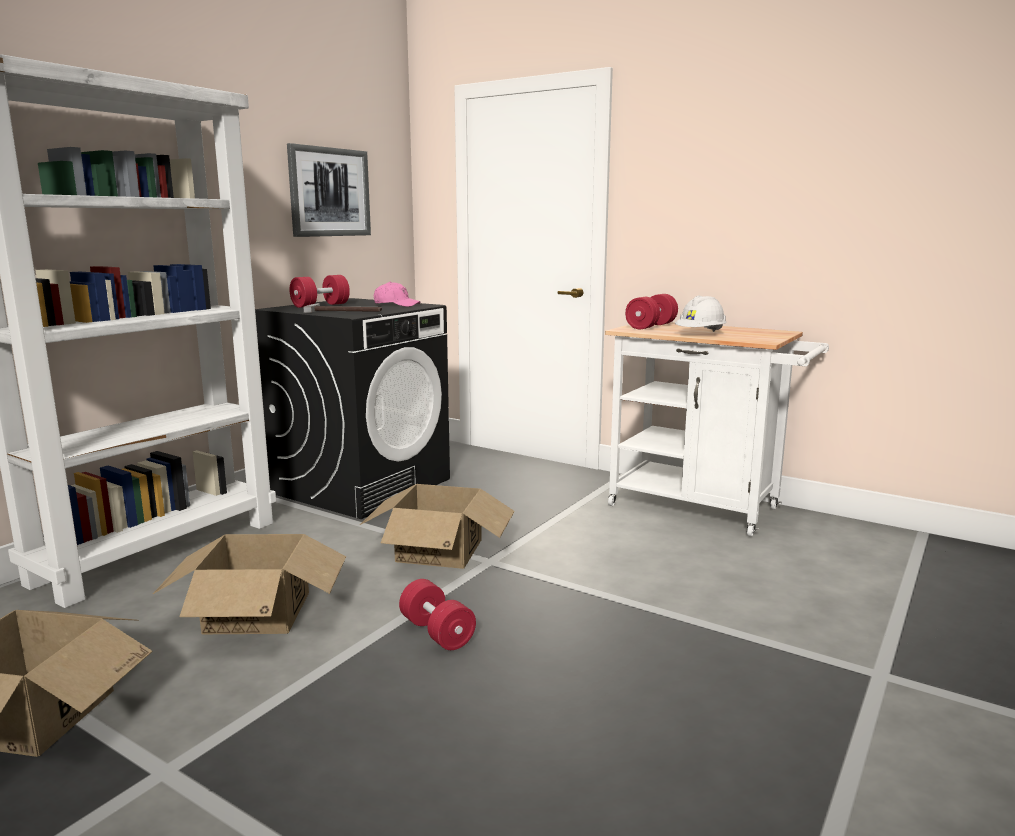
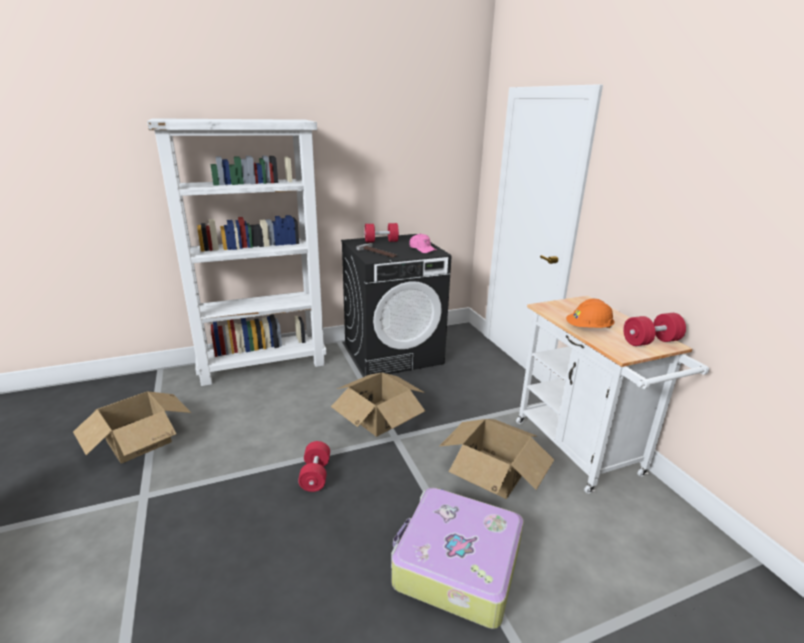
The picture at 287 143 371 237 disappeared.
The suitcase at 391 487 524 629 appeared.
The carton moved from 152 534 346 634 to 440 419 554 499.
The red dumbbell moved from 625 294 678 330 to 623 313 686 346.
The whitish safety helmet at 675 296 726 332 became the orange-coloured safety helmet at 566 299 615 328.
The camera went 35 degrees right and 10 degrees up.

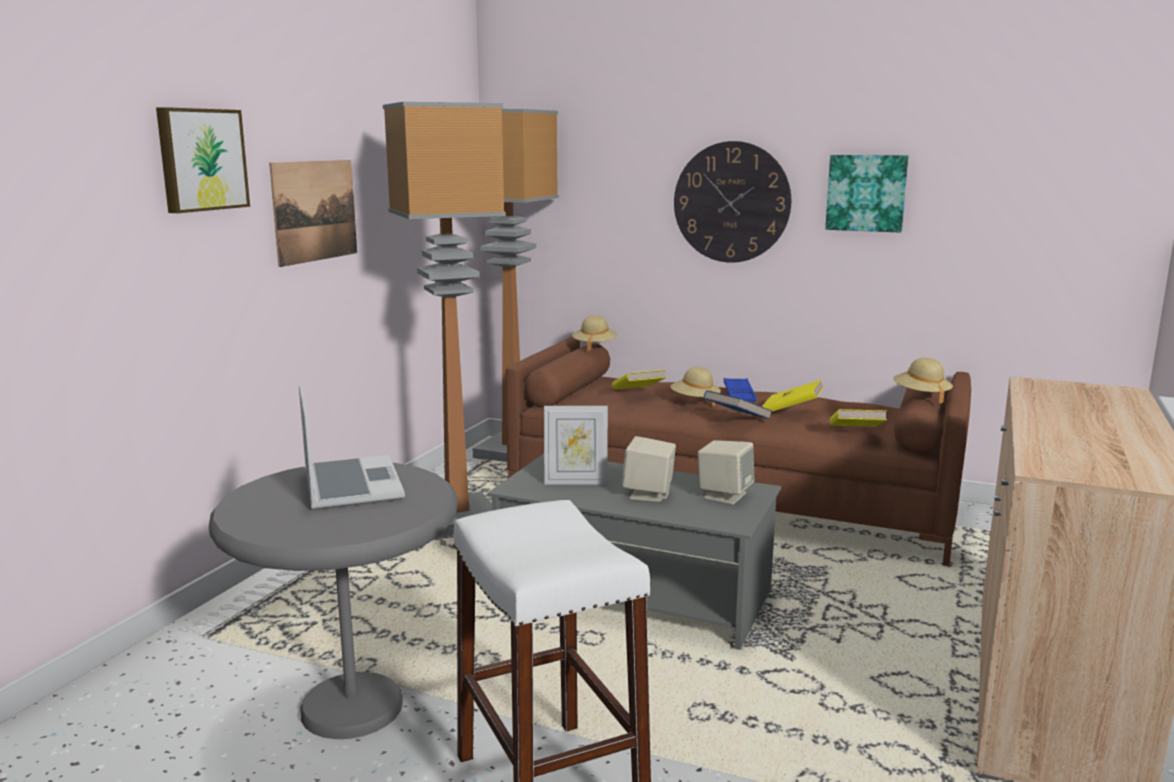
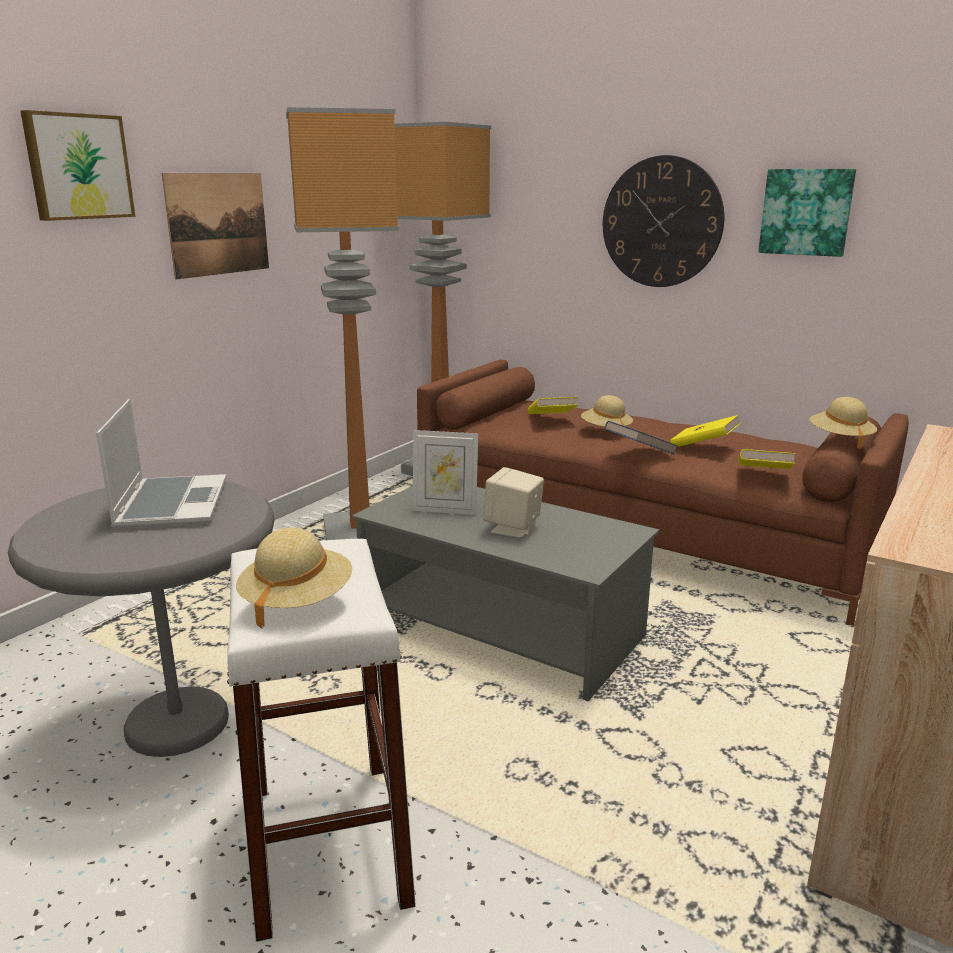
The beige speaker at 698 440 754 505 disappeared.
The bluish tray at 724 378 756 402 disappeared.
The beige hat moved from 573 315 617 351 to 236 527 352 629.
The camera went 10 degrees right and 5 degrees up.

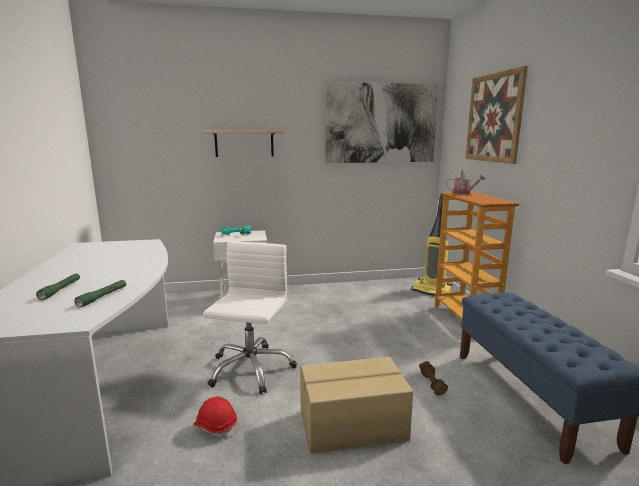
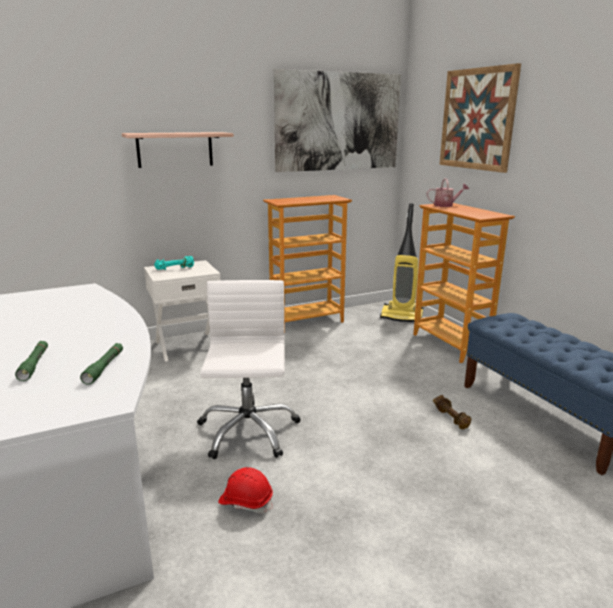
The carton at 300 357 413 454 disappeared.
The bookcase at 263 195 352 333 appeared.
The camera went 15 degrees left and 5 degrees up.

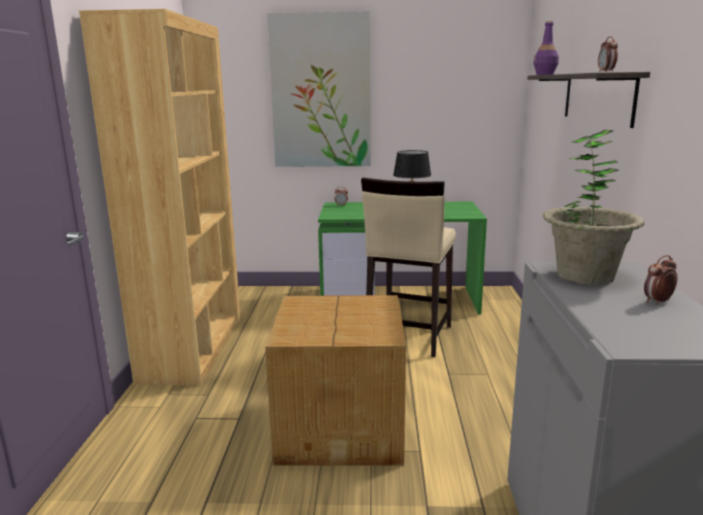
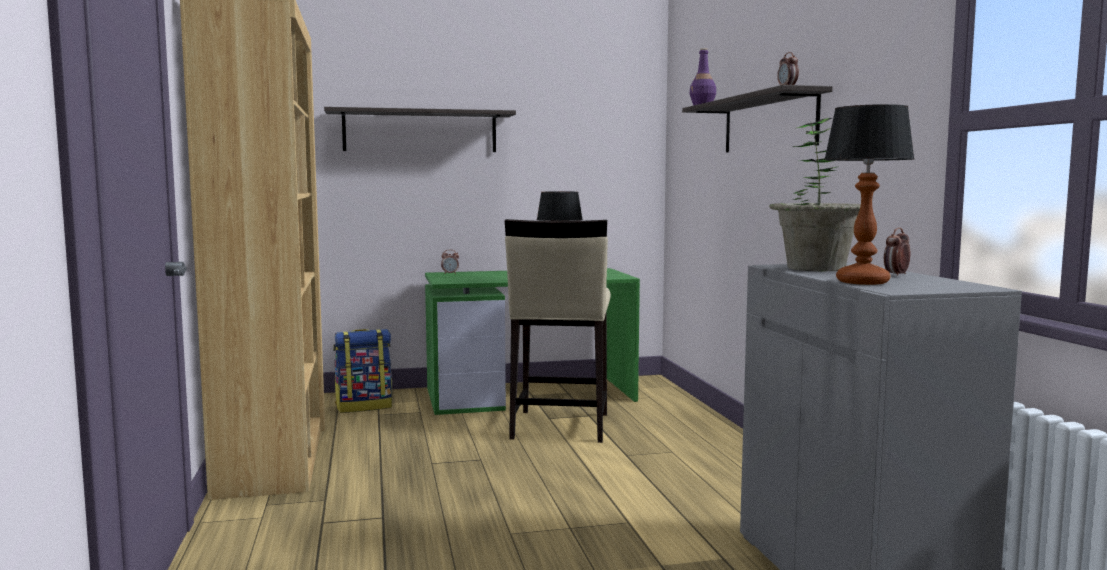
The carton at 265 295 406 466 disappeared.
The rucksack at 333 329 392 413 appeared.
The tabletop lamp at 824 104 915 285 appeared.
The picture at 267 11 370 167 was replaced by the bracket shelf at 324 107 516 152.
The camera went 15 degrees left and 10 degrees down.

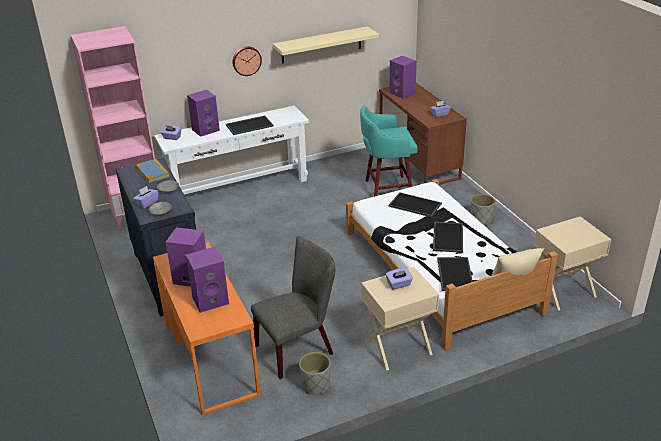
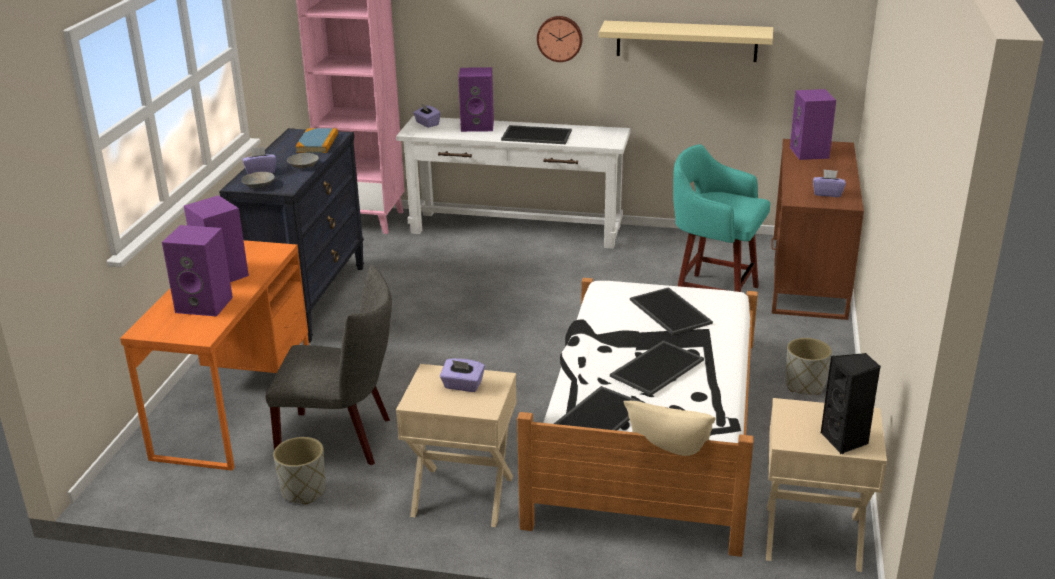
The black-coloured speaker at 821 353 881 454 appeared.
The camera went 35 degrees right and 5 degrees down.

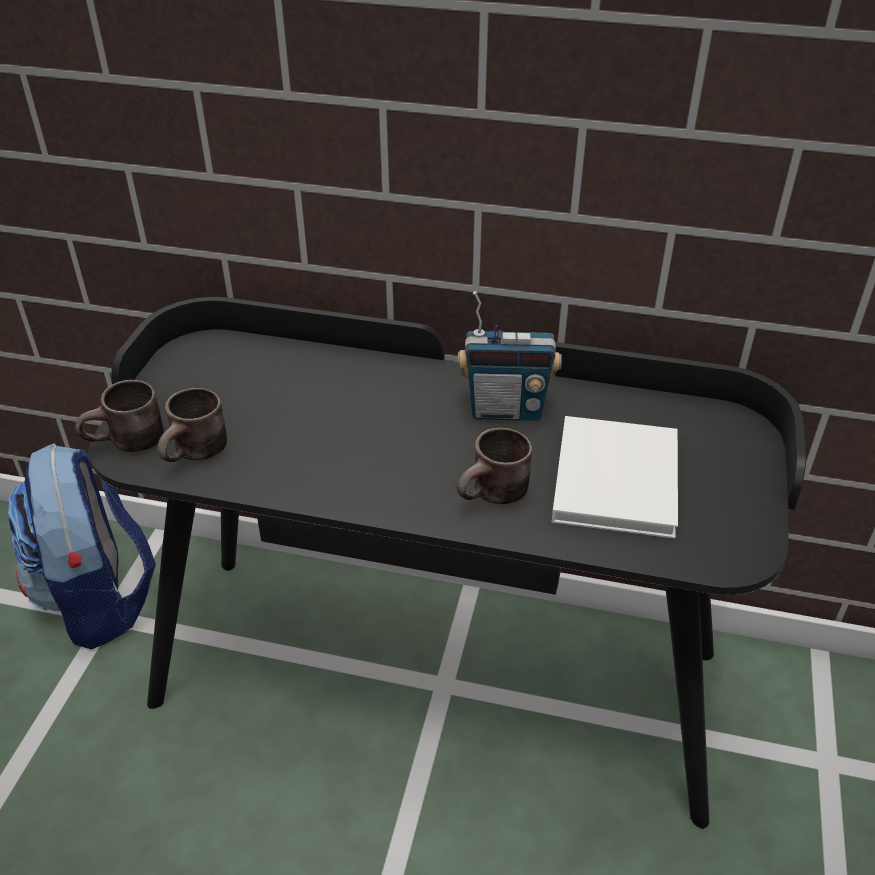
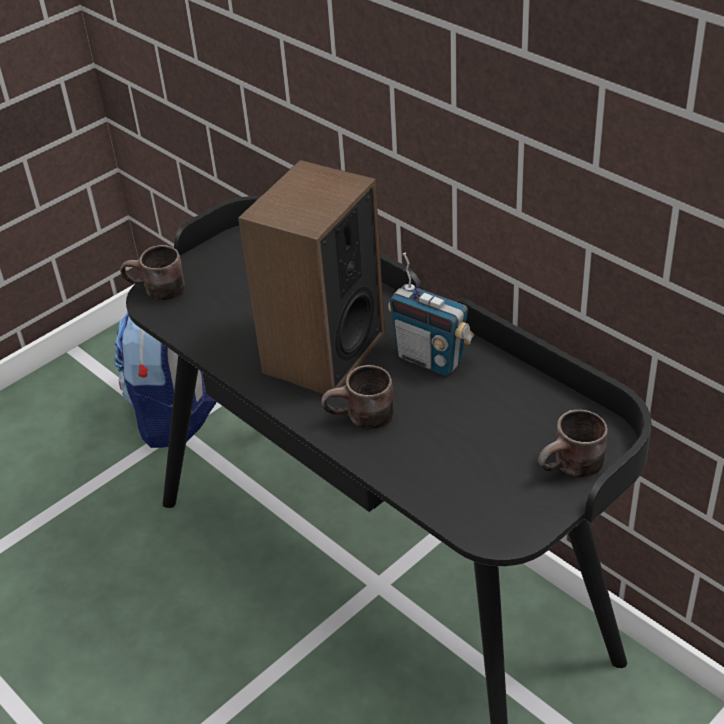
The whitish volume at 551 416 678 539 disappeared.
The speaker at 238 160 385 394 appeared.
The brownish tea mug moved from 157 388 227 462 to 538 410 608 477.
The camera went 35 degrees right and 0 degrees up.

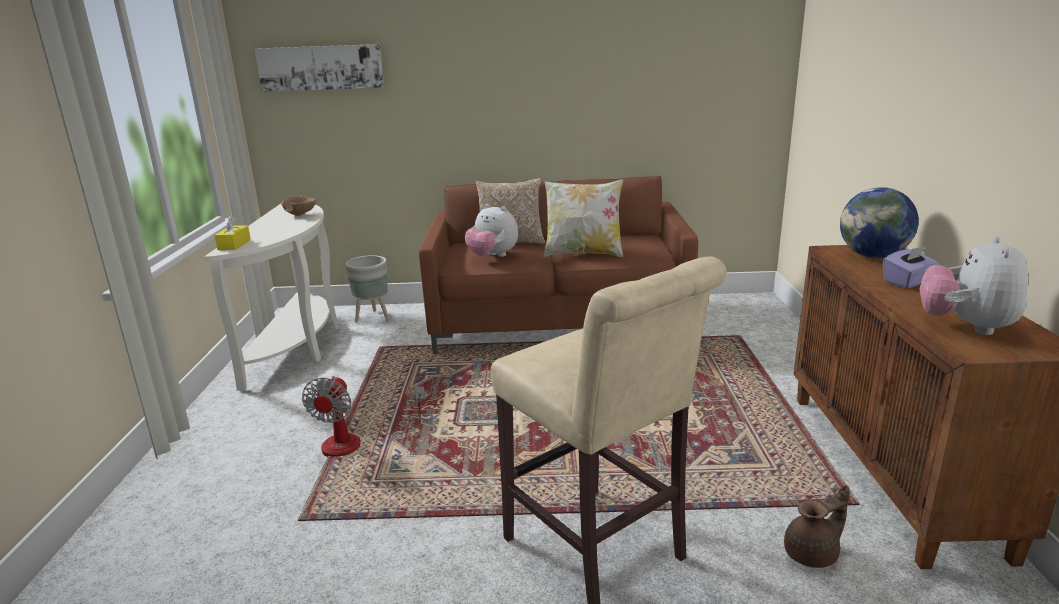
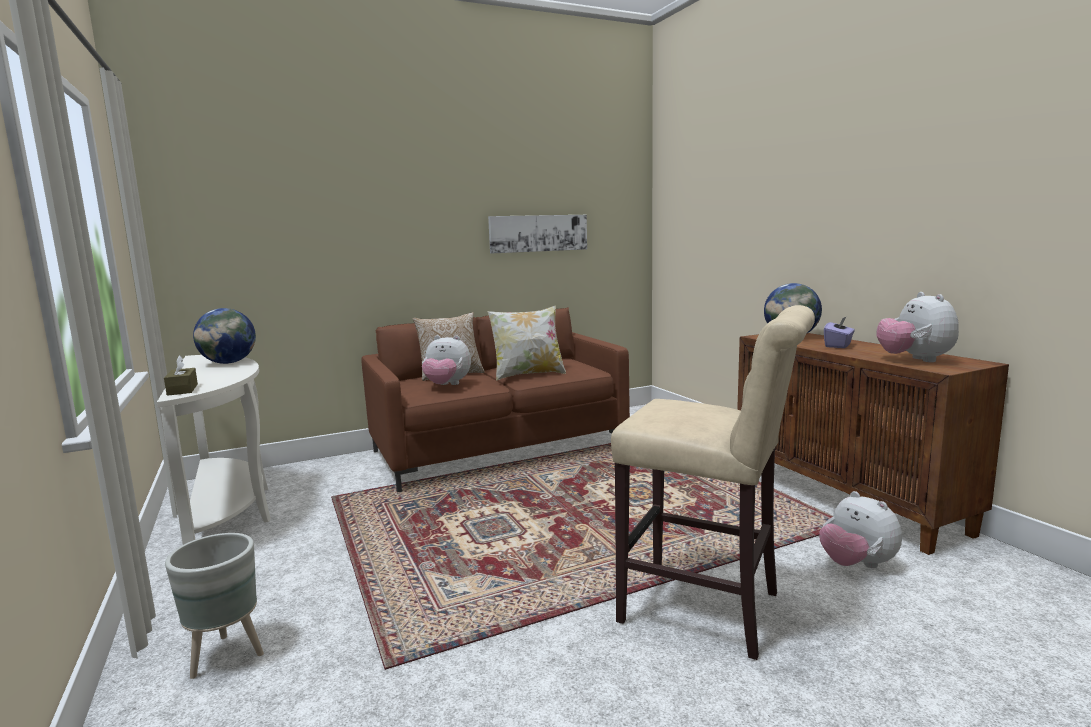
The electric fan at 302 376 425 457 disappeared.
The picture moved from 255 44 384 92 to 488 215 587 254.
The greyish flower pot moved from 345 255 389 323 to 165 533 264 679.
The brownish serving bowl at 281 196 316 216 was replaced by the globe at 193 308 256 364.
The brownish tea pot at 784 485 850 568 was replaced by the cuddly toy at 820 491 902 568.
The yellow-coloured tissue holder at 214 215 251 250 became the brownish tissue holder at 164 355 198 396.
The camera went 25 degrees left and 10 degrees down.

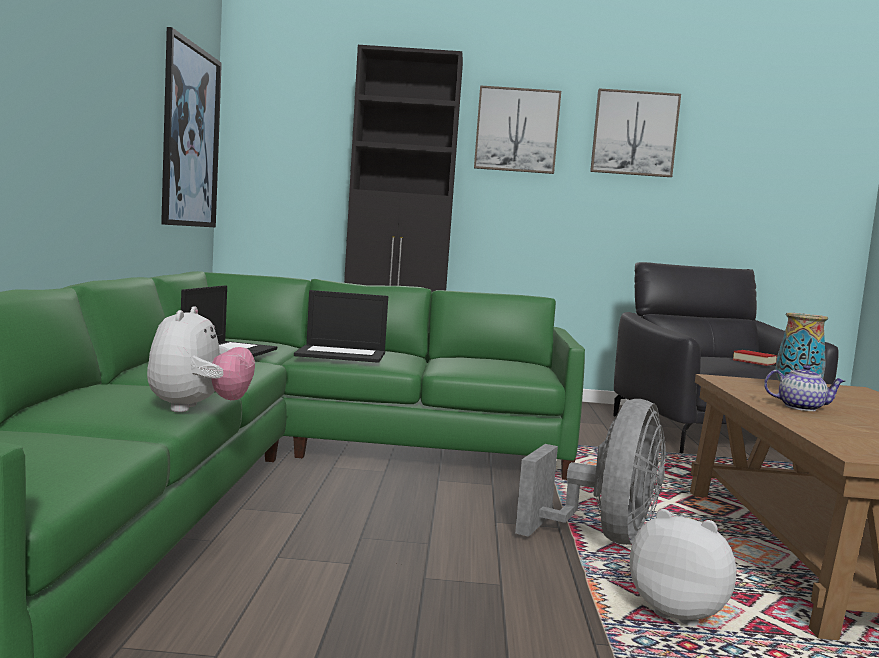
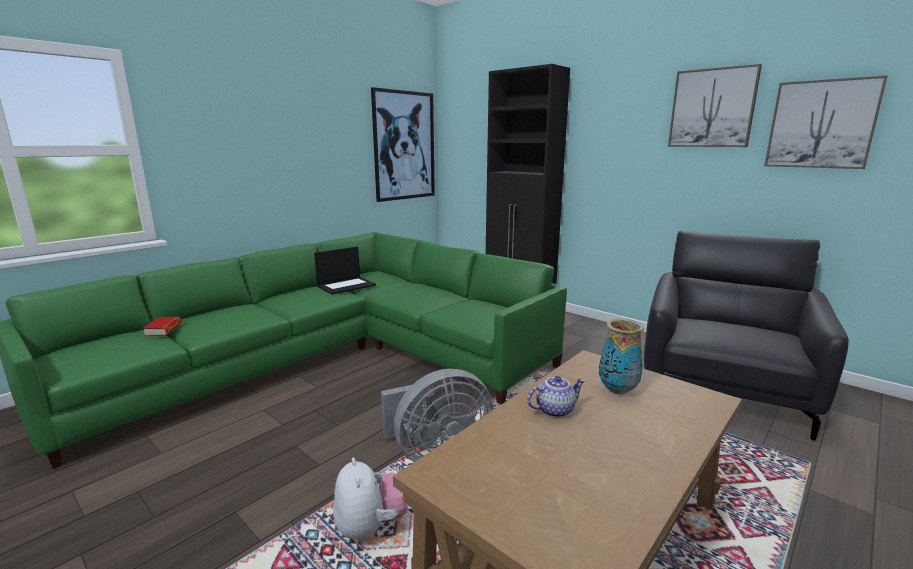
The cuddly toy at 147 306 255 412 disappeared.
The notebook computer at 294 290 388 363 disappeared.
The picture moved from 474 85 561 174 to 764 76 888 169.
The volume moved from 733 350 777 366 to 143 317 182 336.
The tea pot at 764 365 845 411 turned 75 degrees counterclockwise.
The camera went 40 degrees right and 10 degrees up.

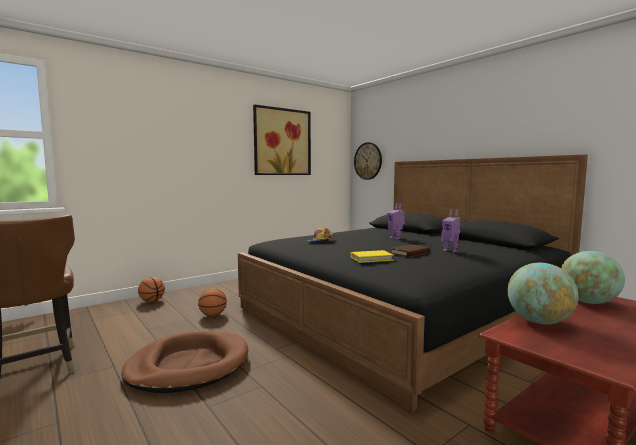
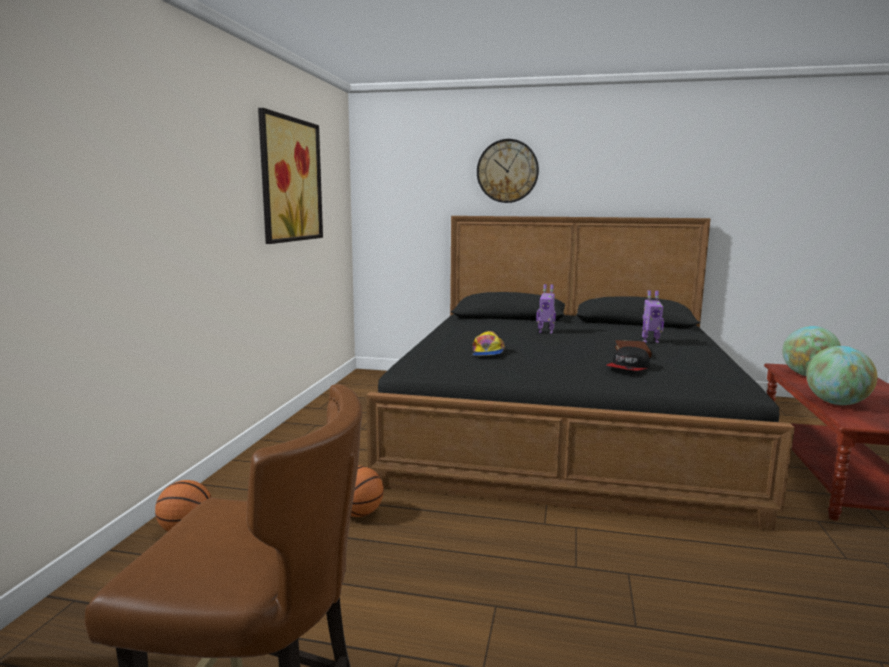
The brownish pet bed at 121 330 248 393 disappeared.
The hanging clock moved from 354 142 382 180 to 477 139 539 203.
The yellow-coloured volume at 350 250 394 263 was replaced by the peaked cap at 606 346 650 371.
The camera went 40 degrees left and 5 degrees up.

